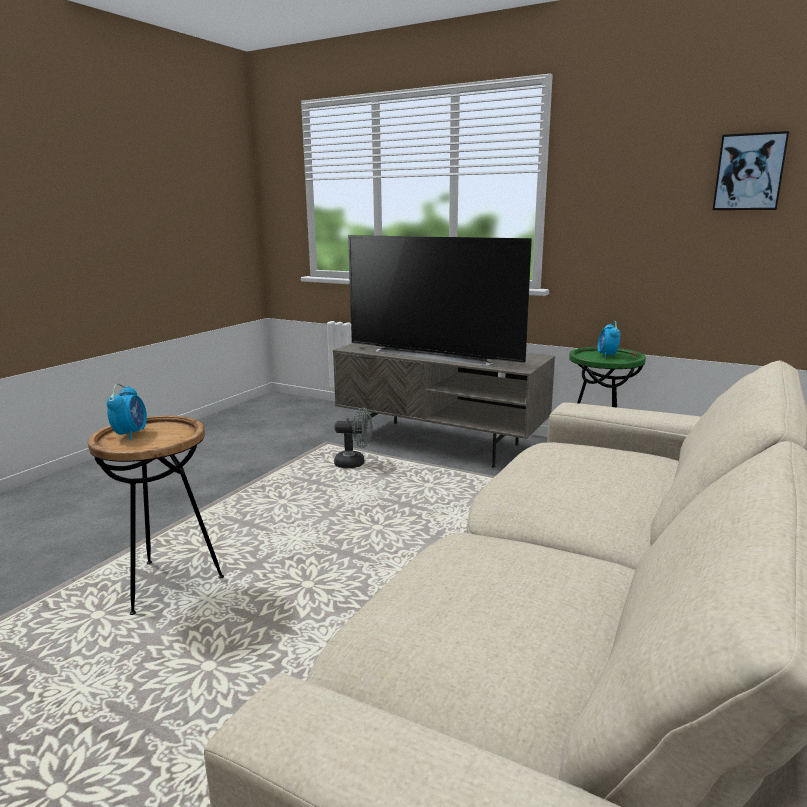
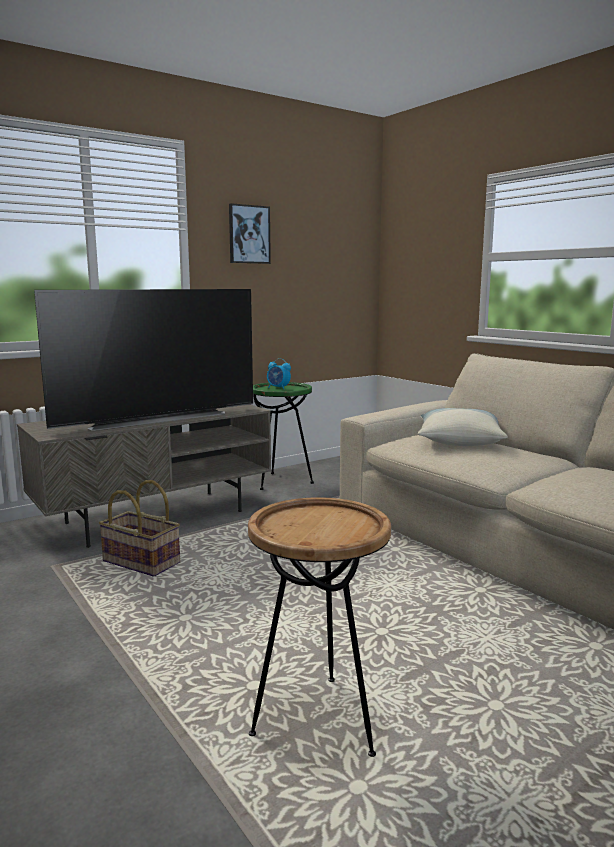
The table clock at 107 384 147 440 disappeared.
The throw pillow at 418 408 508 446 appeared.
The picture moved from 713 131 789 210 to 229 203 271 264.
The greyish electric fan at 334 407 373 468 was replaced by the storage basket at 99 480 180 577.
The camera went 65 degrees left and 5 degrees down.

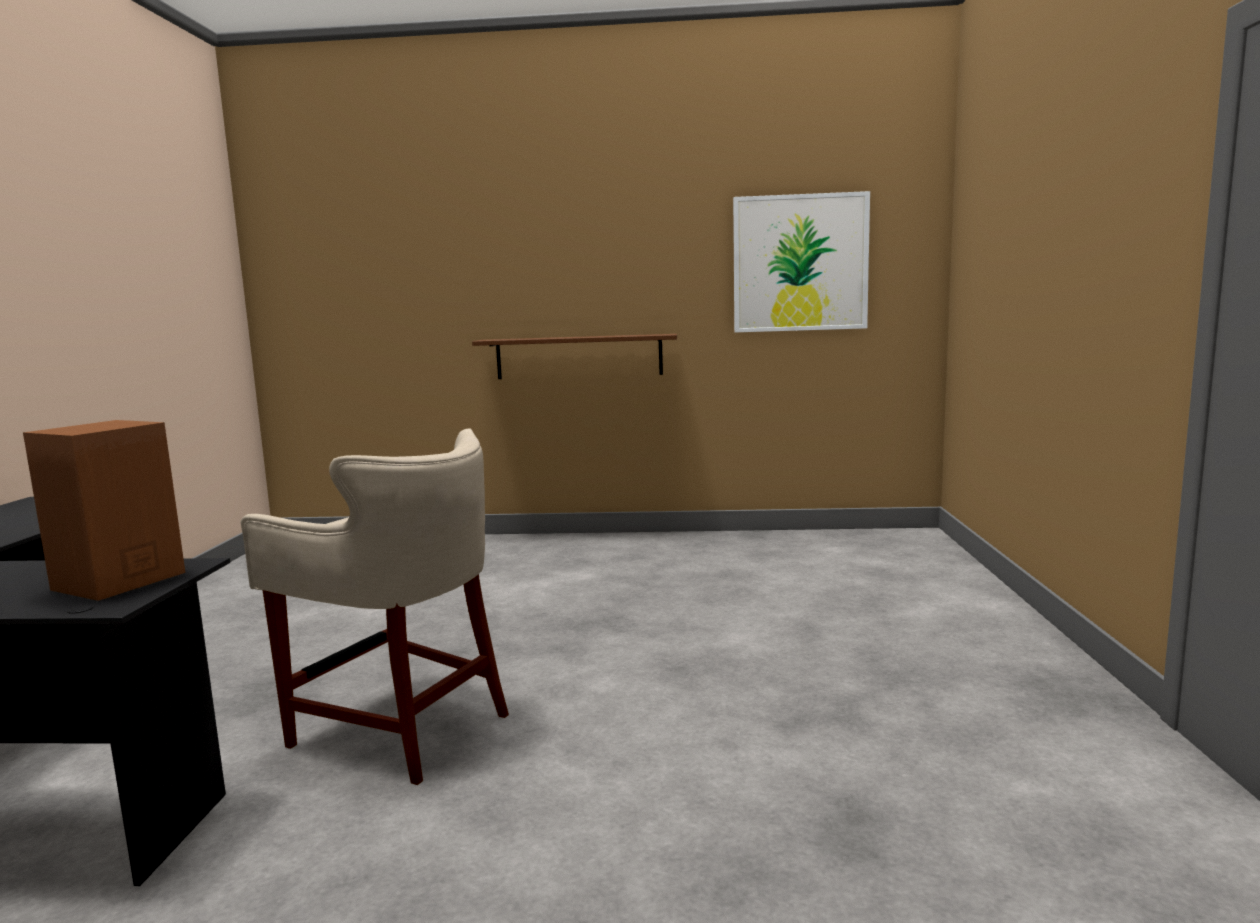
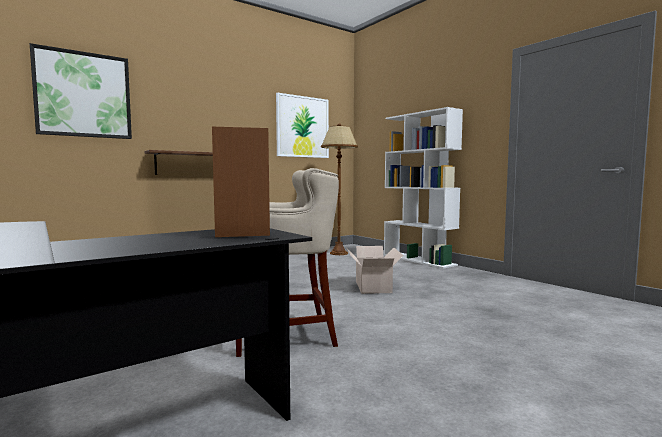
The picture at 30 43 132 139 appeared.
The brownish floor lamp at 321 124 358 255 appeared.
The carton at 347 246 404 294 appeared.
The whitish bookcase at 384 107 463 269 appeared.
The camera went 40 degrees left and 5 degrees down.

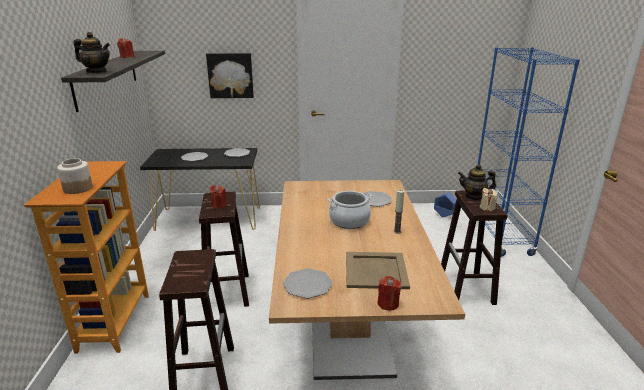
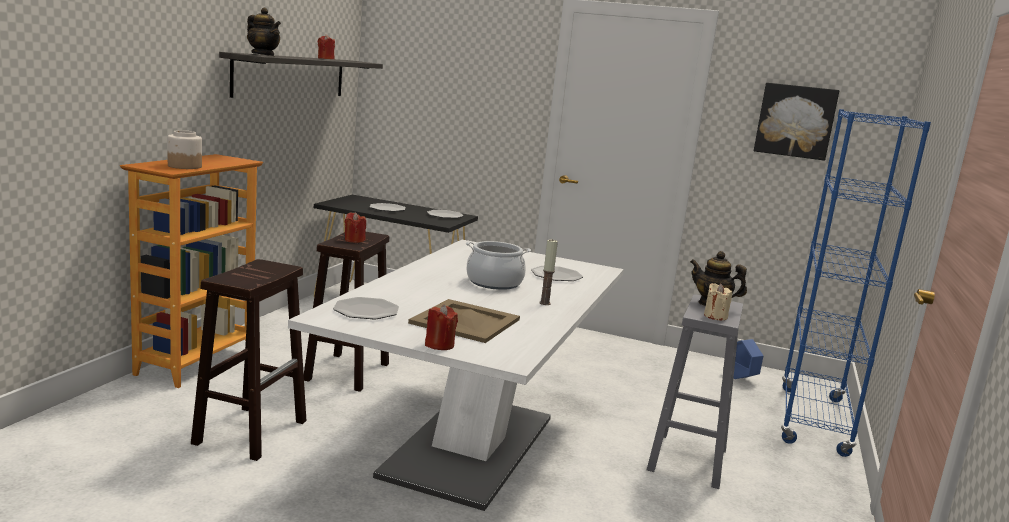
The picture moved from 206 53 254 98 to 754 83 839 161.
The brownish dinner table at 269 180 465 380 became the whitish dinner table at 288 240 624 511.
The brownish stool seat at 441 190 507 305 became the greyish stool seat at 647 294 743 489.
The camera went 20 degrees right and 10 degrees down.

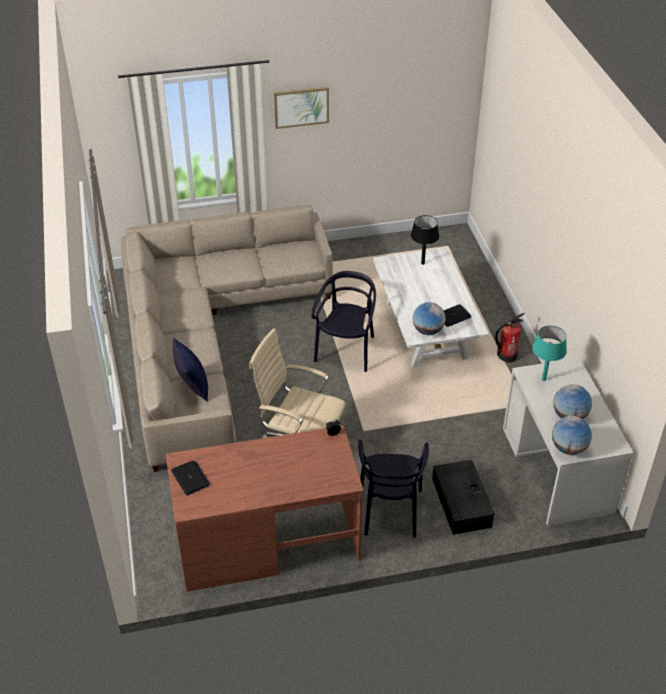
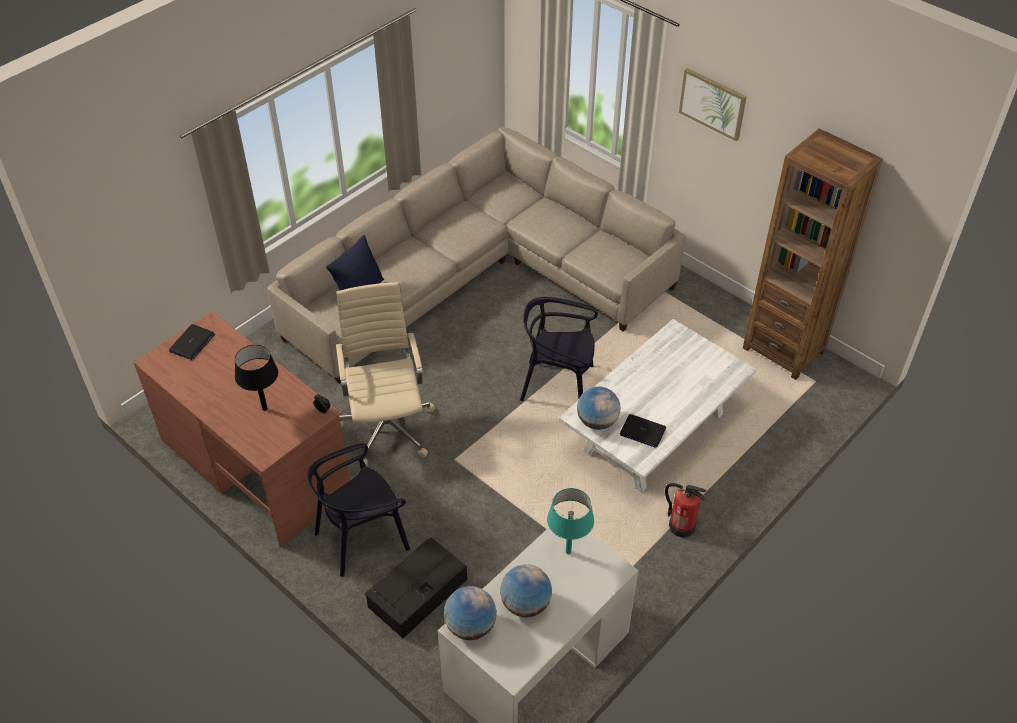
The brownish bookcase at 743 129 883 380 appeared.
The black-coloured tabletop lamp moved from 411 215 439 265 to 235 345 278 411.
The black-coloured chair at 311 271 376 372 turned 150 degrees counterclockwise.
The camera went 55 degrees right and 5 degrees up.

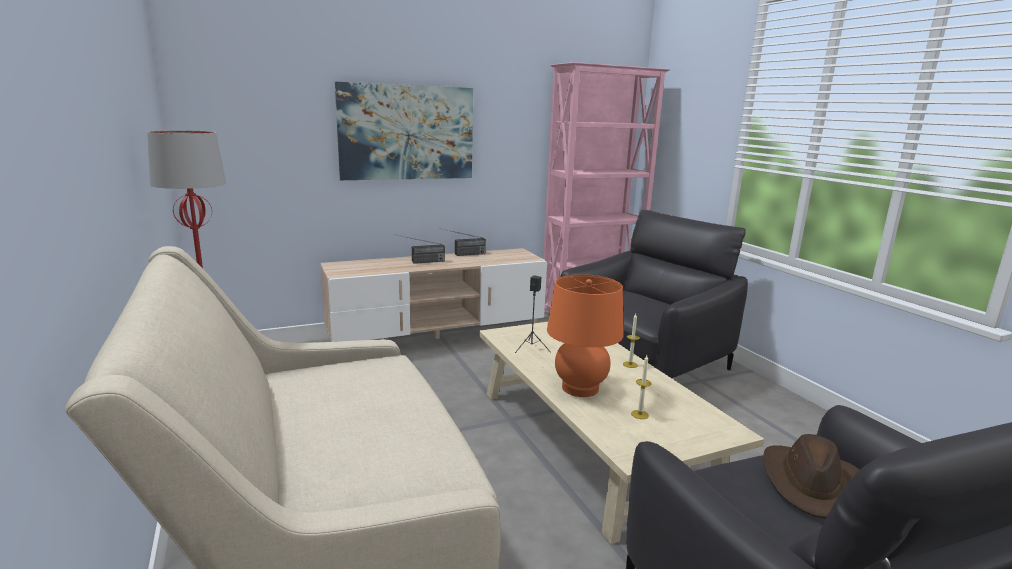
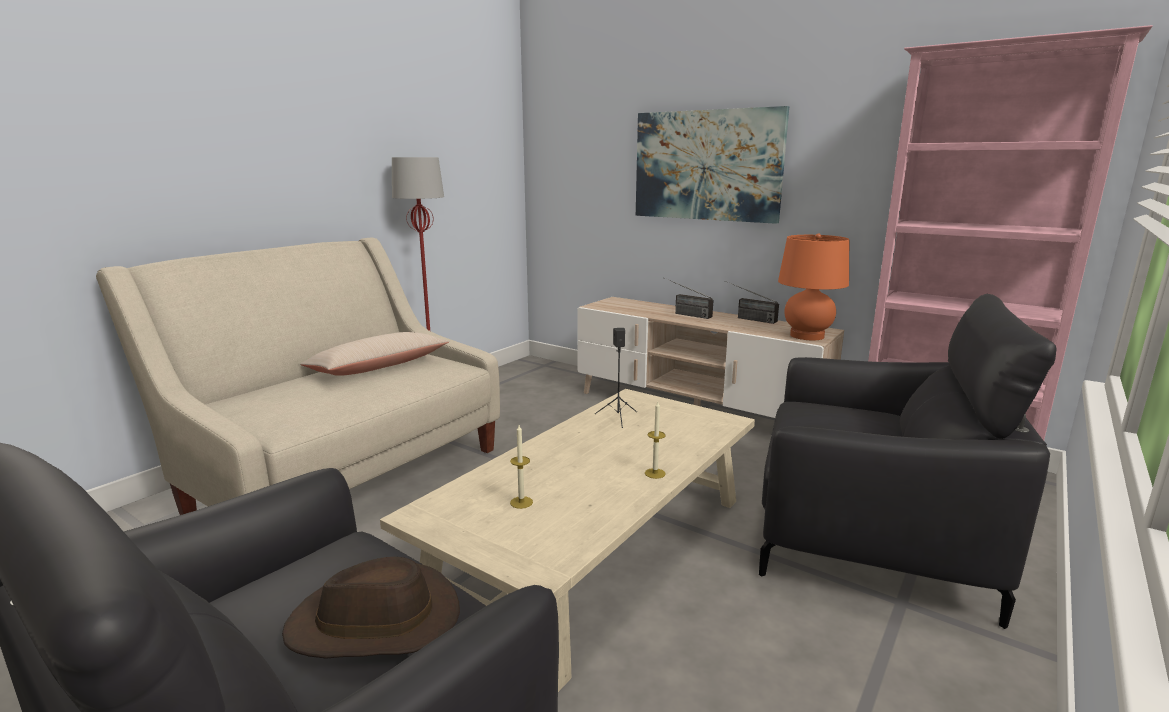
The beige throw pillow at 300 332 449 376 appeared.
The orange-coloured tabletop lamp moved from 547 274 623 397 to 778 233 850 340.
The camera went 60 degrees right and 0 degrees up.

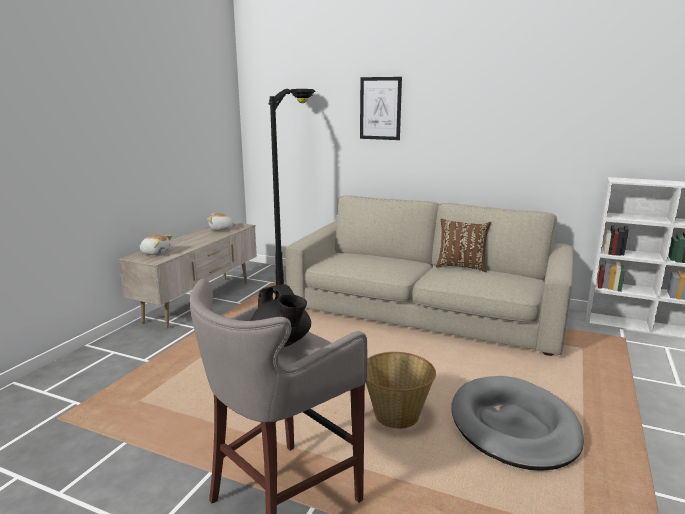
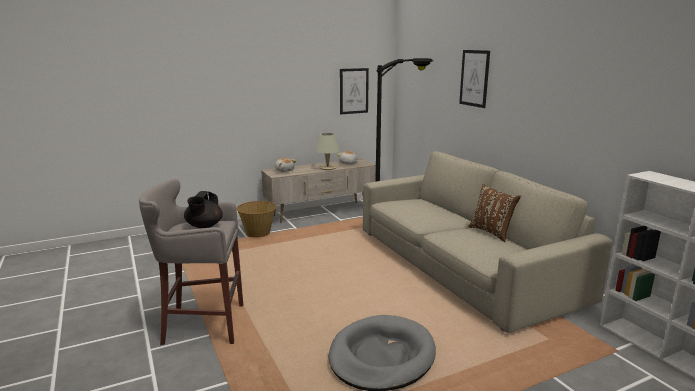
The beige tabletop lamp at 315 133 340 170 appeared.
The picture at 340 68 369 114 appeared.
The storage basket moved from 366 352 436 429 to 237 201 277 238.
The camera went 40 degrees right and 0 degrees up.

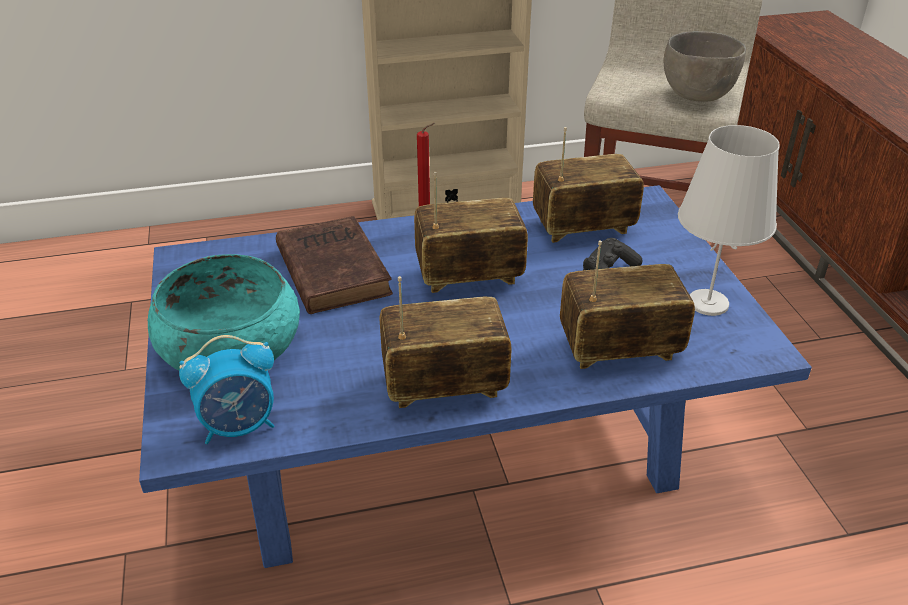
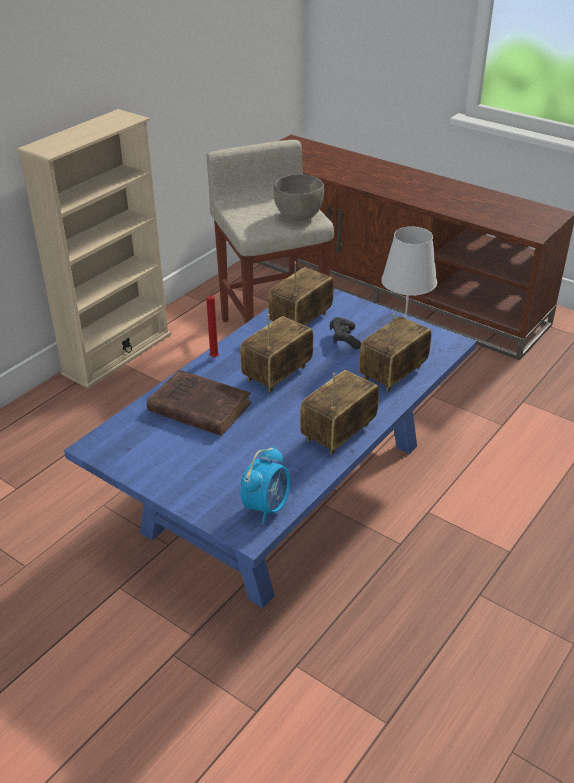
The blue-green serving bowl at 148 254 300 371 disappeared.
The camera went 40 degrees left and 0 degrees up.

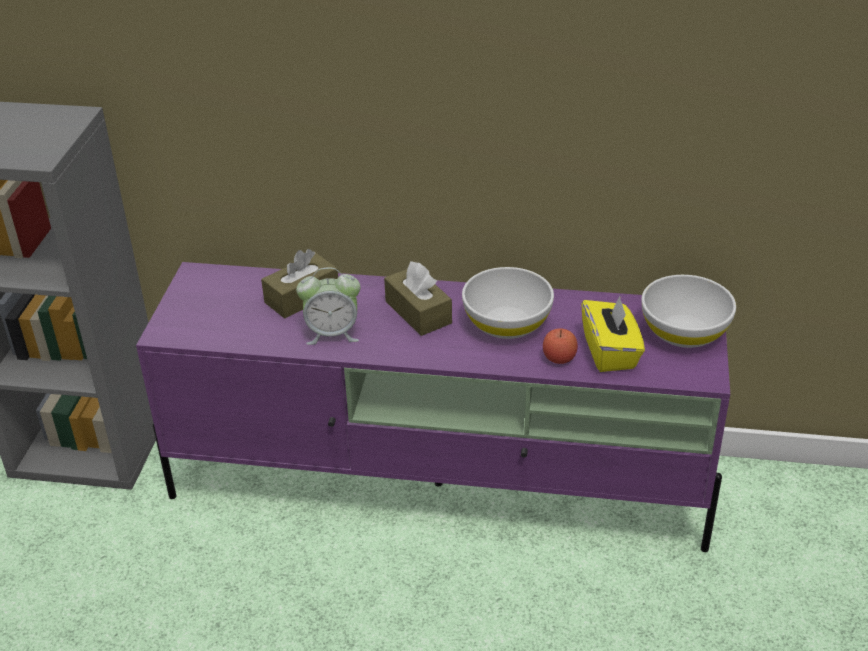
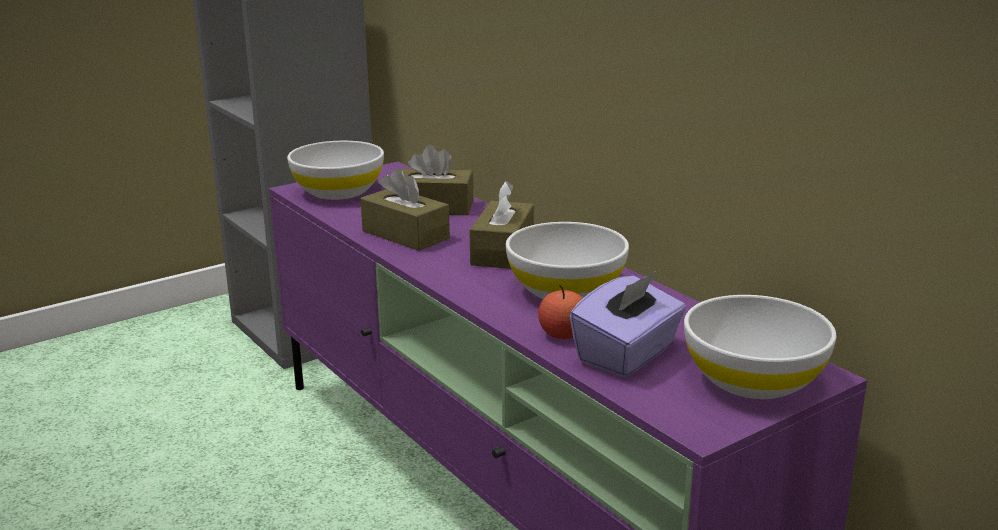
The whitish serving bowl at 287 141 384 200 appeared.
The table clock at 296 268 361 345 was replaced by the brownish tissue holder at 360 168 450 251.
The yellow-coloured tissue holder at 581 296 645 372 became the purple-coloured tissue holder at 569 271 686 377.
The camera went 45 degrees right and 15 degrees down.

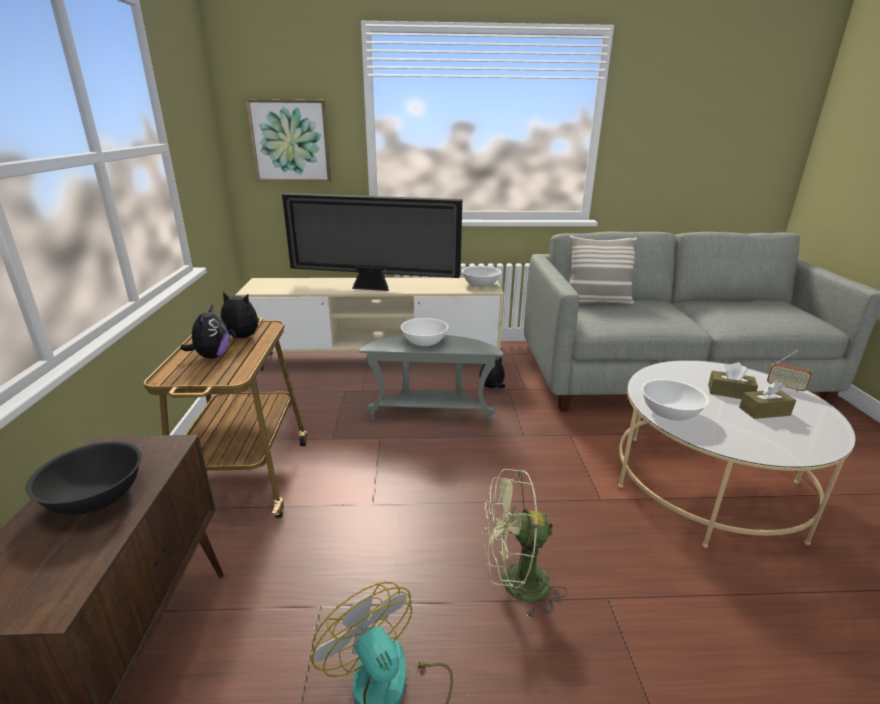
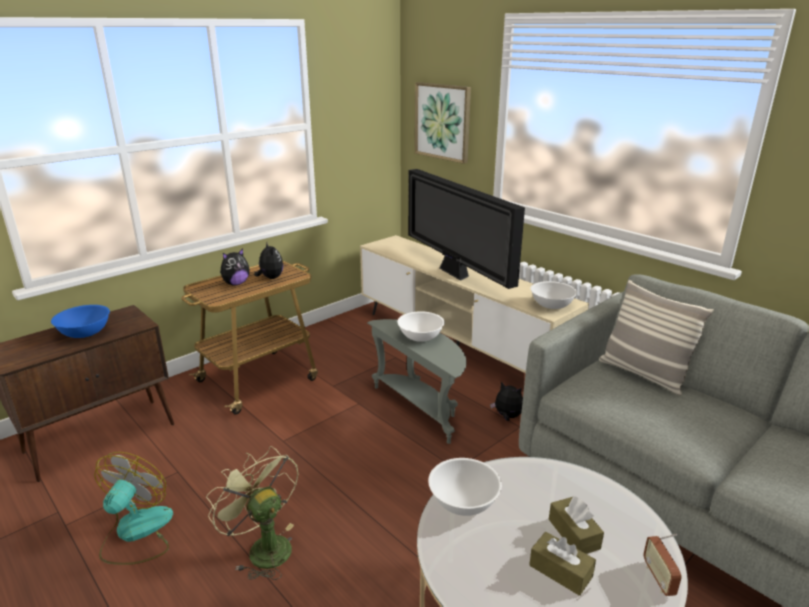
The black-coloured serving bowl at 26 442 142 515 became the bluish serving bowl at 51 305 110 338.
The camera went 50 degrees right and 0 degrees up.

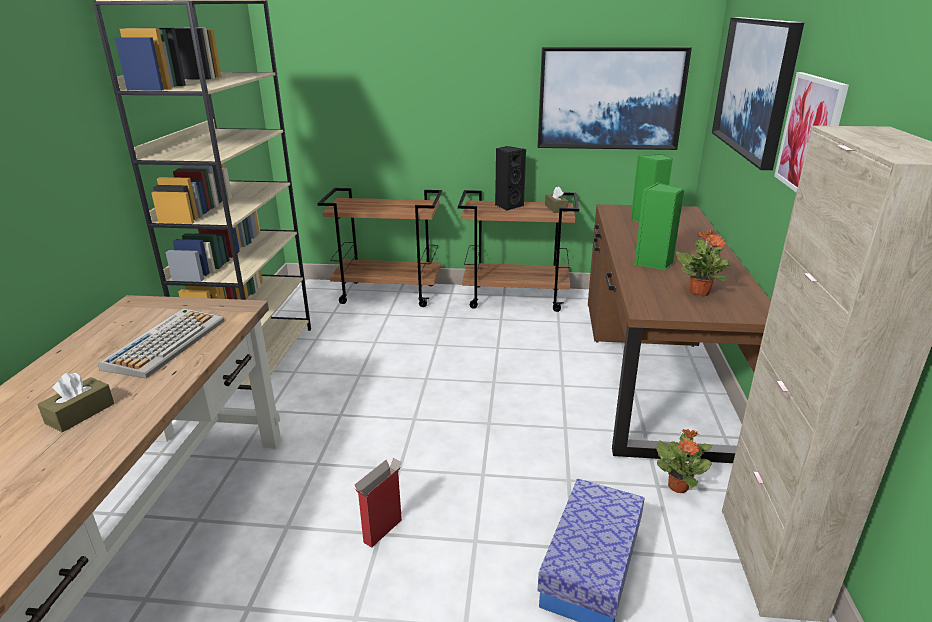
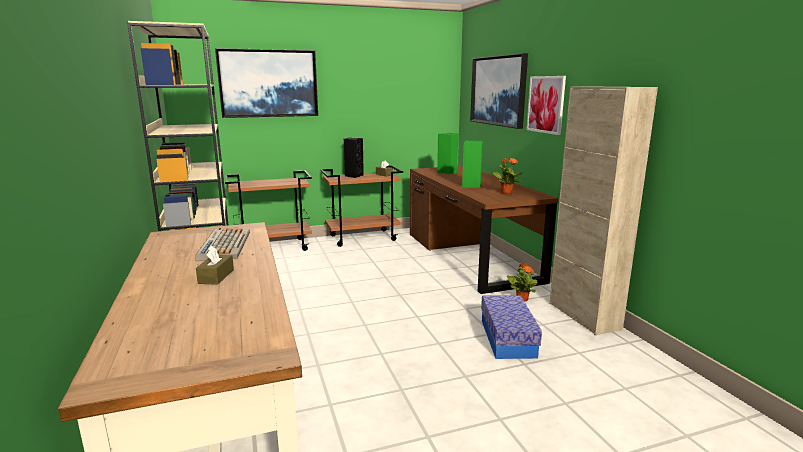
The carton at 354 458 402 548 disappeared.
The picture moved from 538 47 692 150 to 215 48 318 118.
The camera went 25 degrees left and 10 degrees down.

